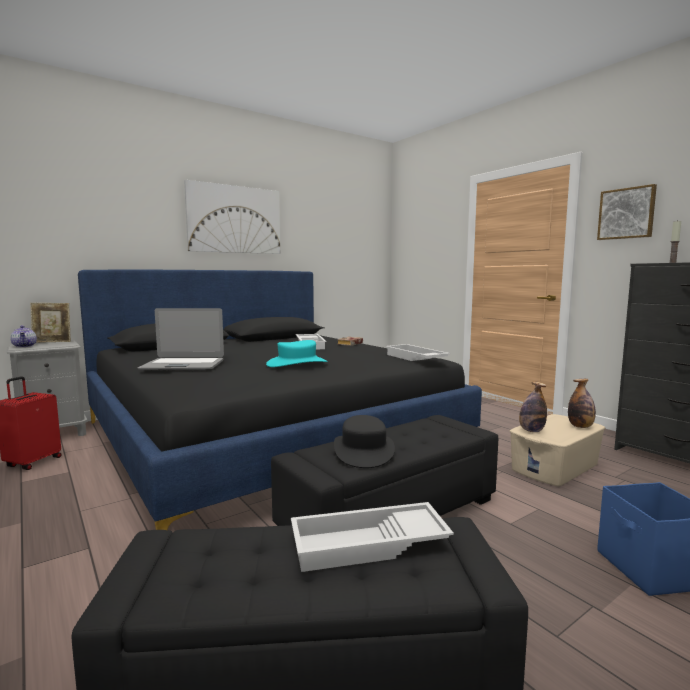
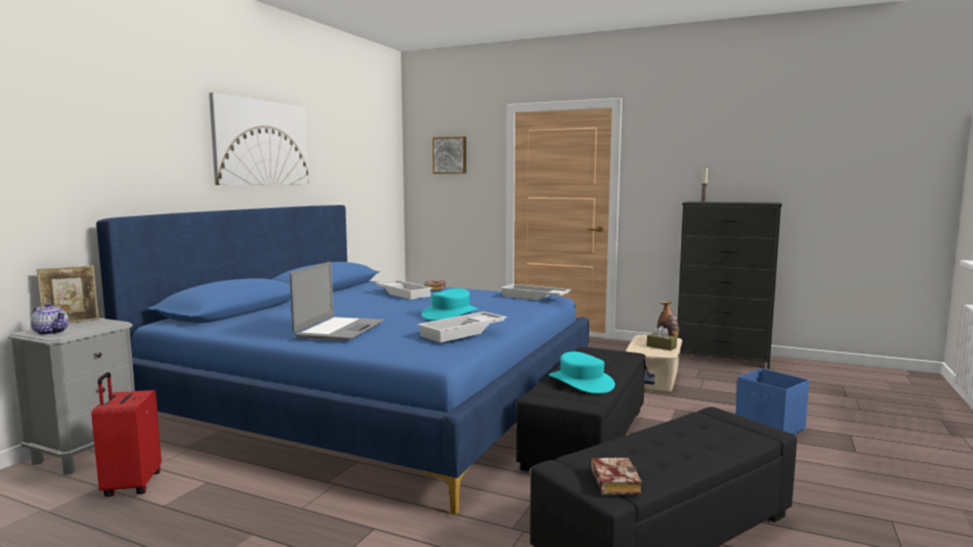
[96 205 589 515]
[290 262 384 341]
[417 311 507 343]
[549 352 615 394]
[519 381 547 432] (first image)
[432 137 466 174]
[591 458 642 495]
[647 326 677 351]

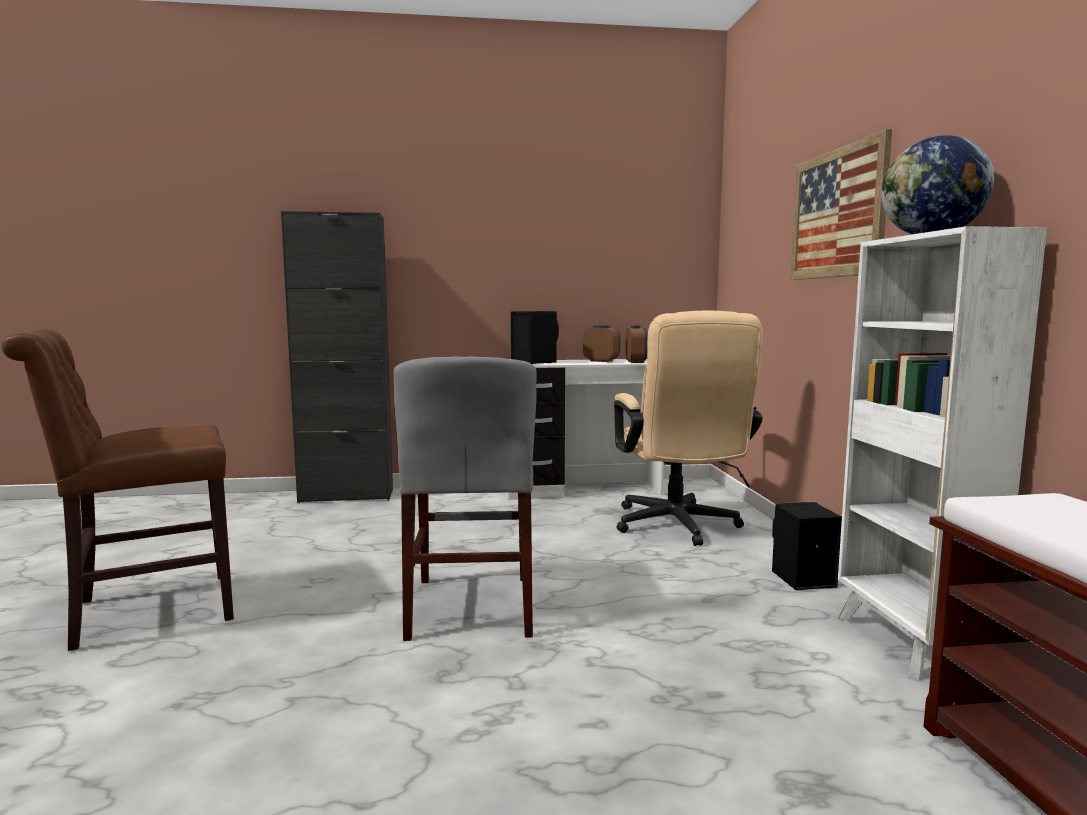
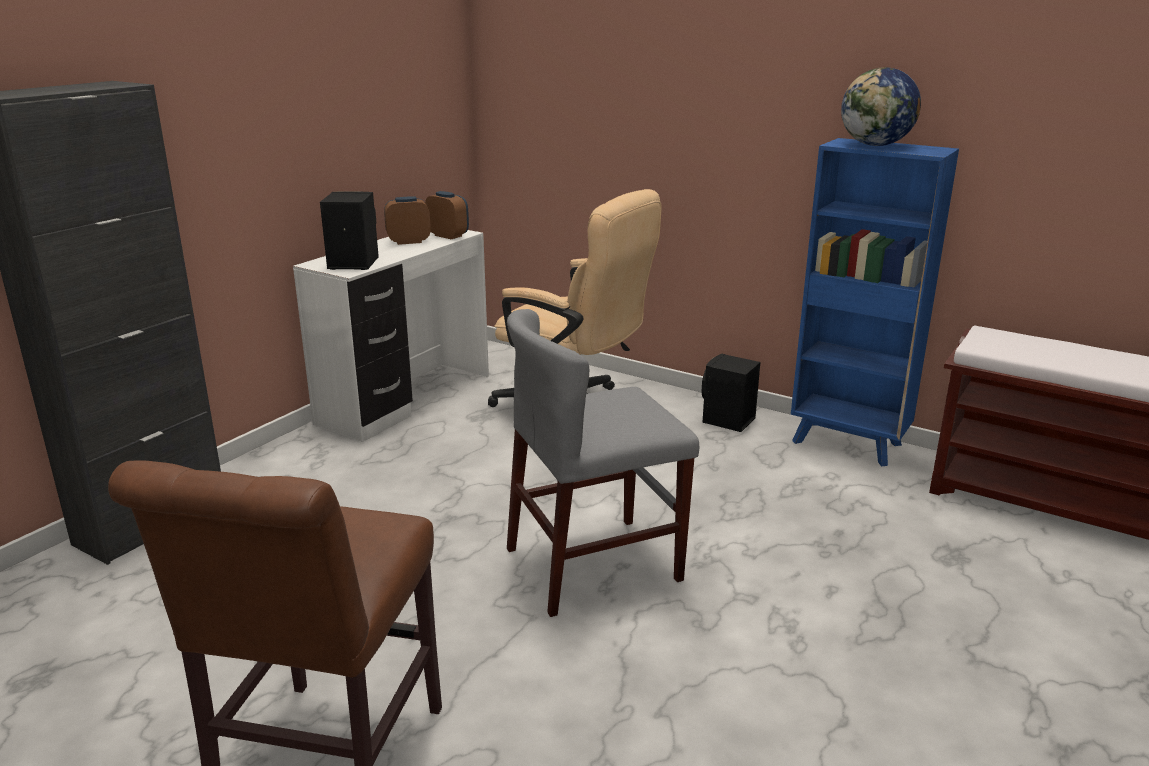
[507 309 699 617]
[790 129 892 280] (first image)
[791 138 959 466]

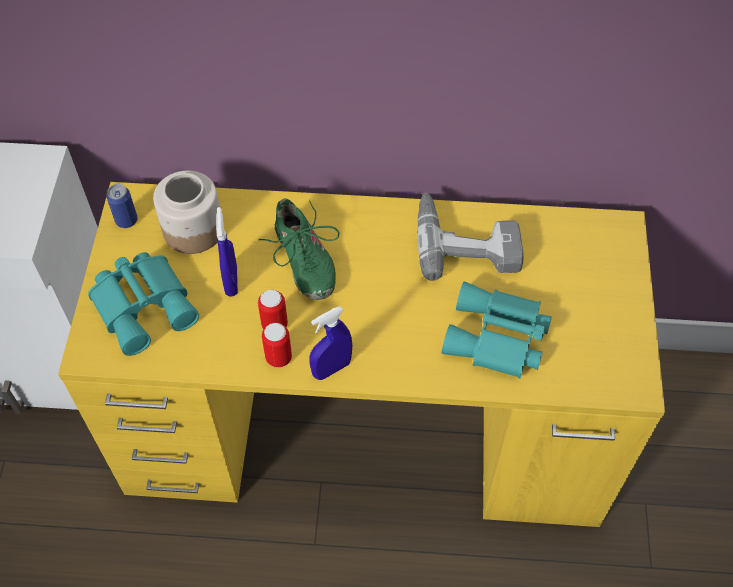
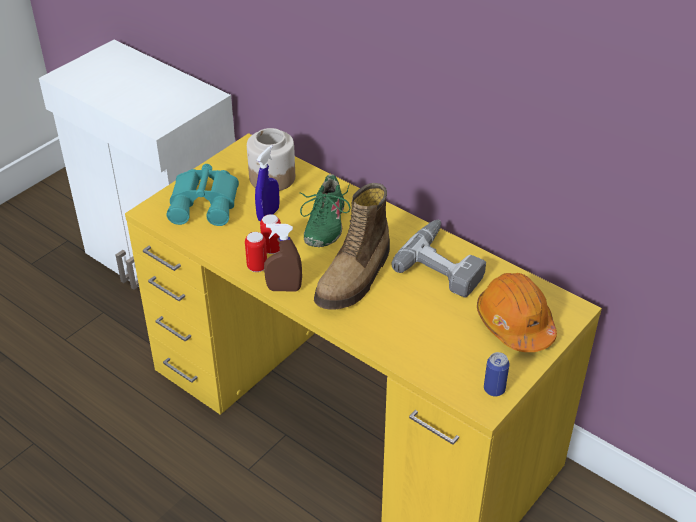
[484 352 509 396]
[264 223 302 292]
[442 282 552 379] (first image)
[314 183 390 310]
[477 273 557 352]

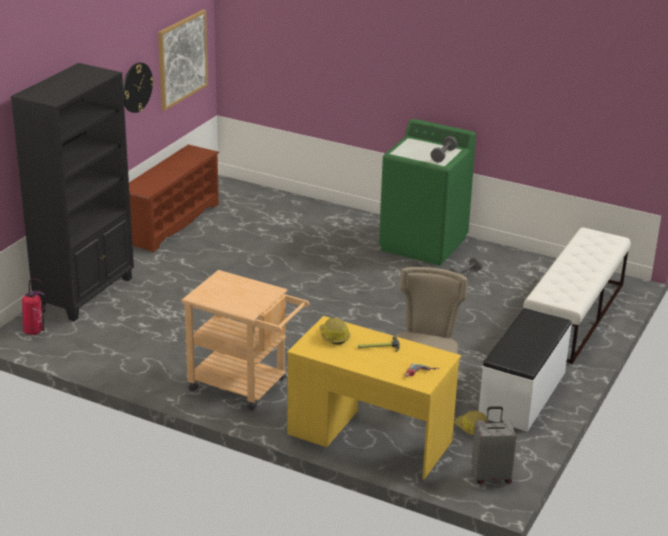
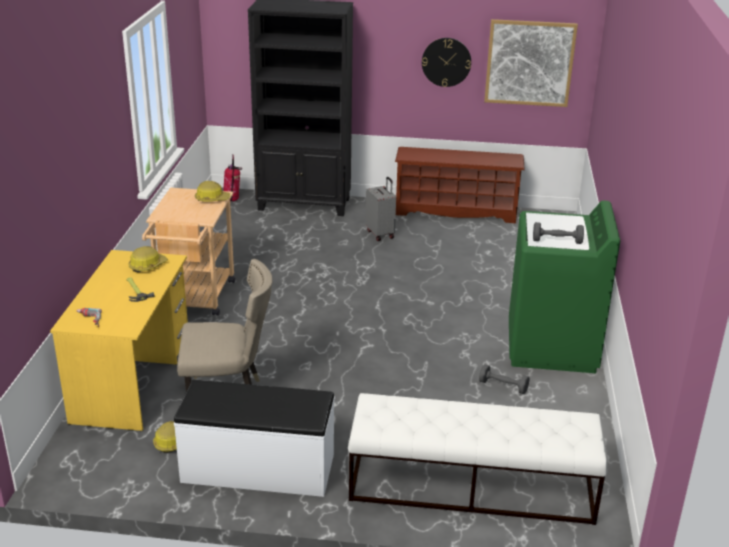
[365 177 396 241]
[195 181 230 202]

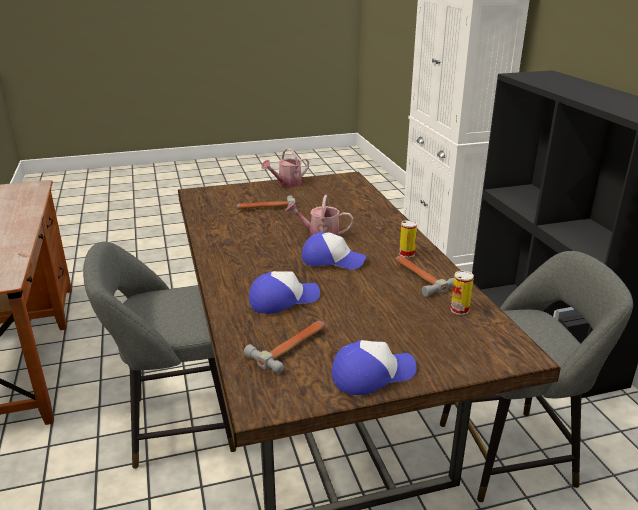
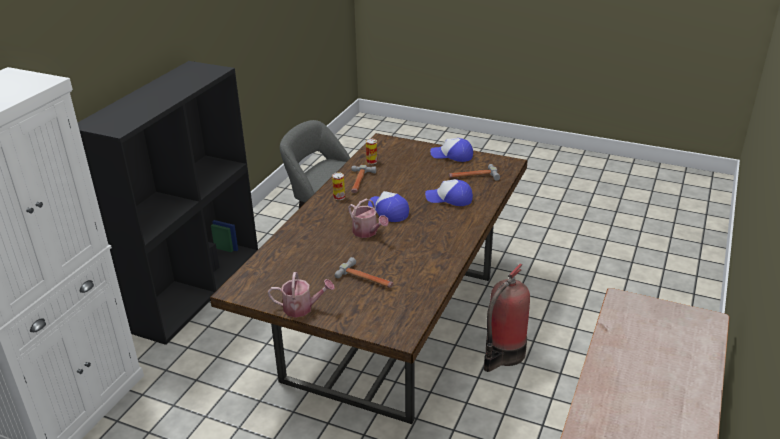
[484 264 530 372]

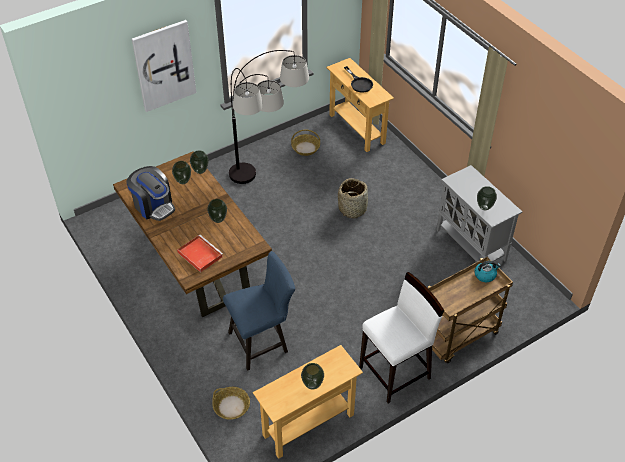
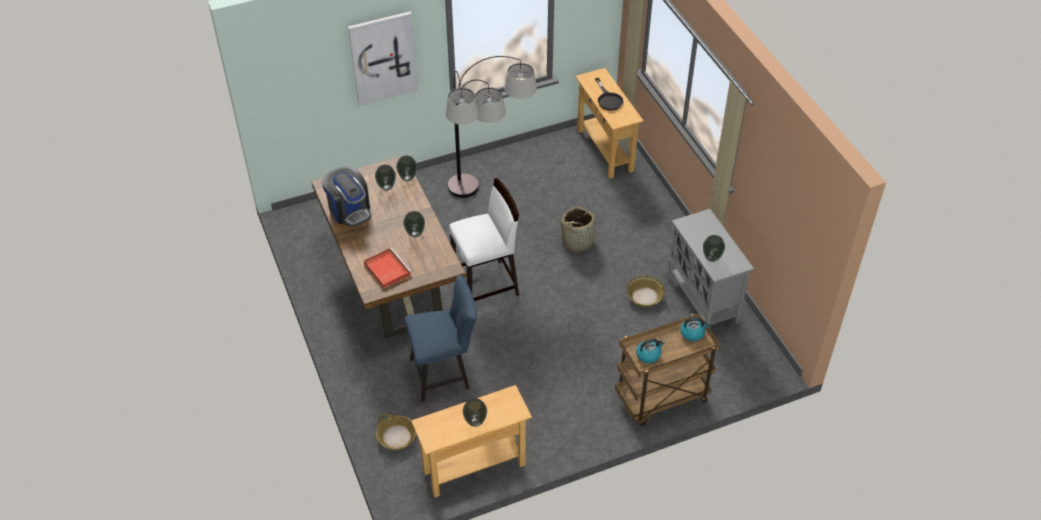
[627 275 665 307]
[449 178 519 301]
[636 339 665 363]

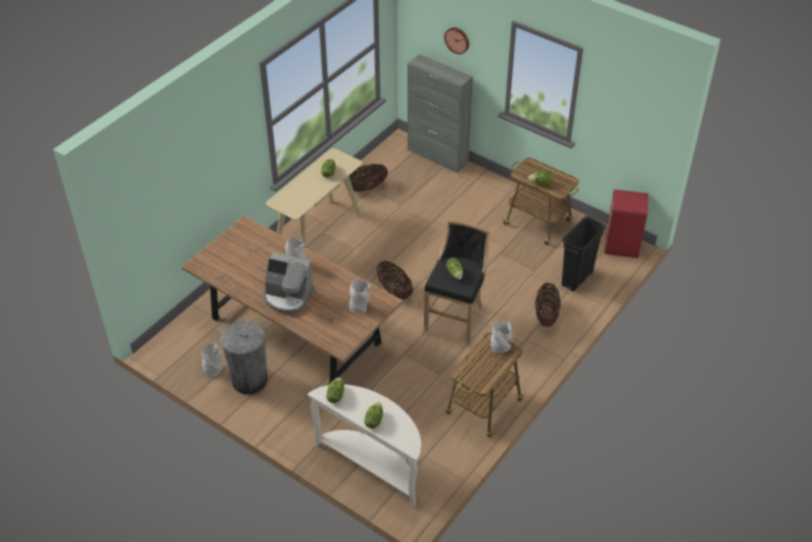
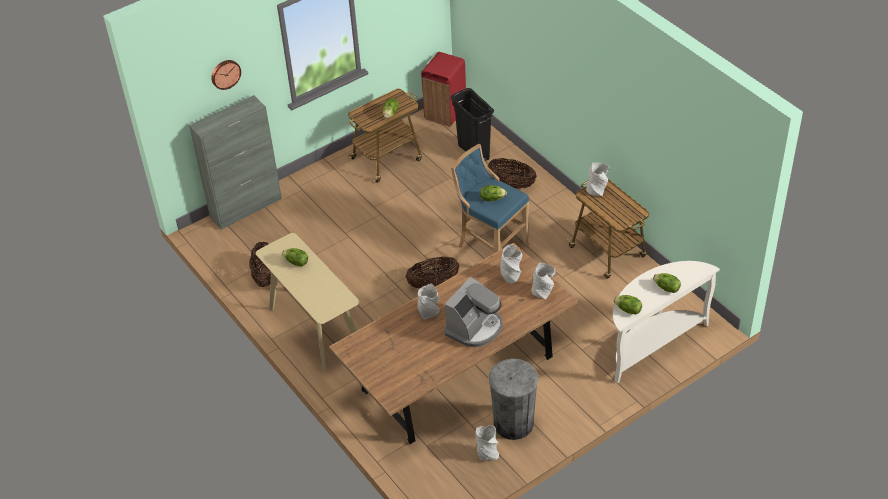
[451 144 529 253]
[531 263 555 299]

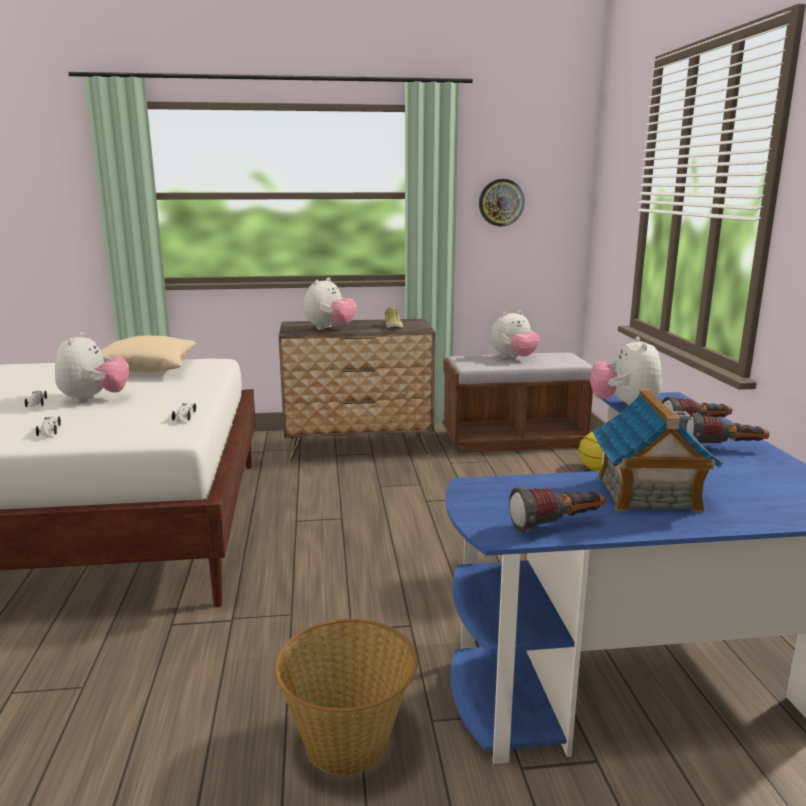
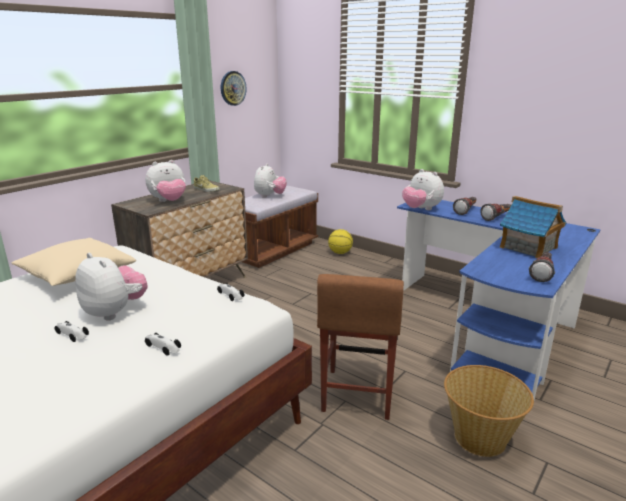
[145 160 186 202]
[317 274 404 420]

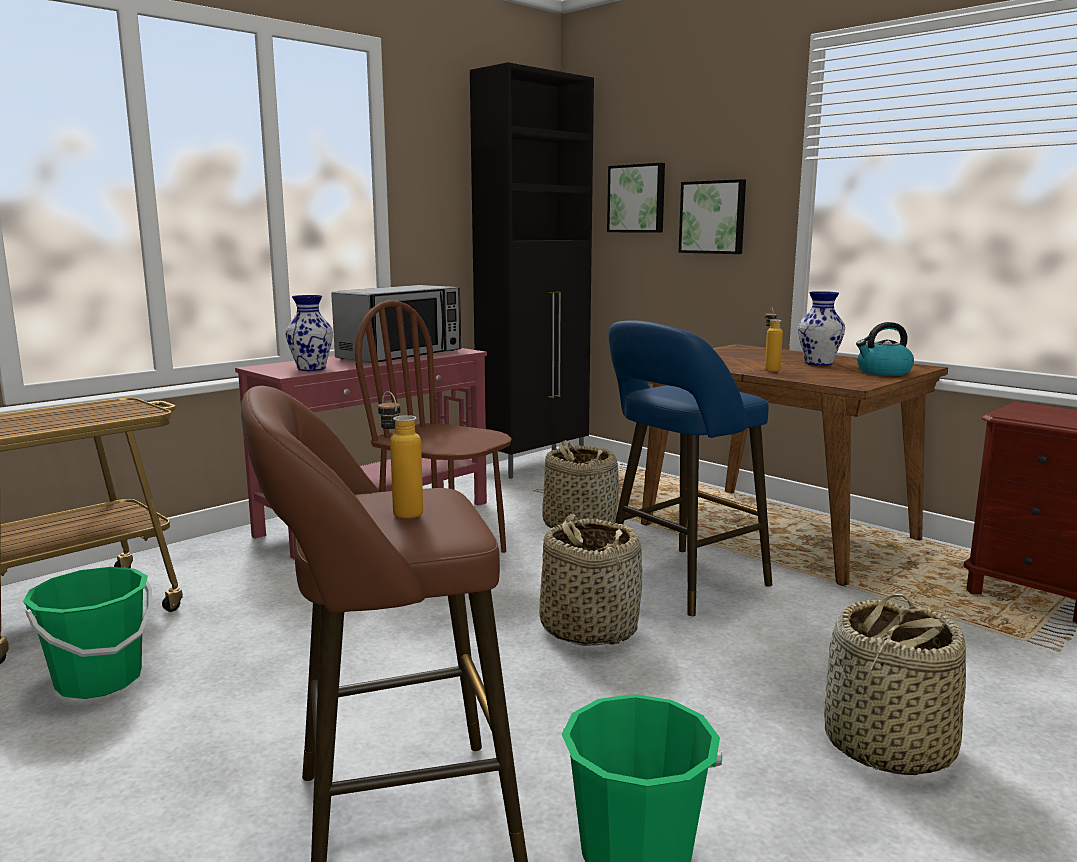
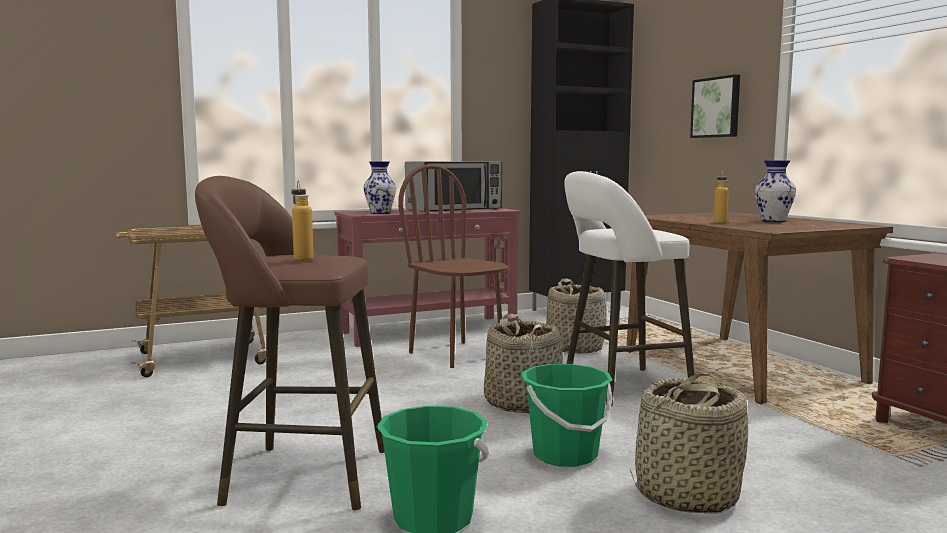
[522 364 613 467]
[607 163 665 233] (first image)
[564 171 694 407]
[856 322 914 376] (first image)

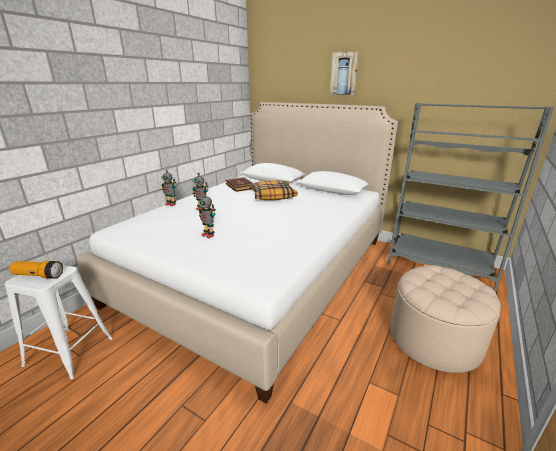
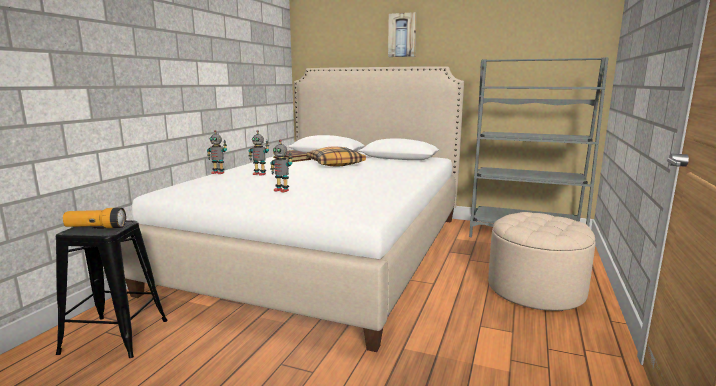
[56 220 168 358]

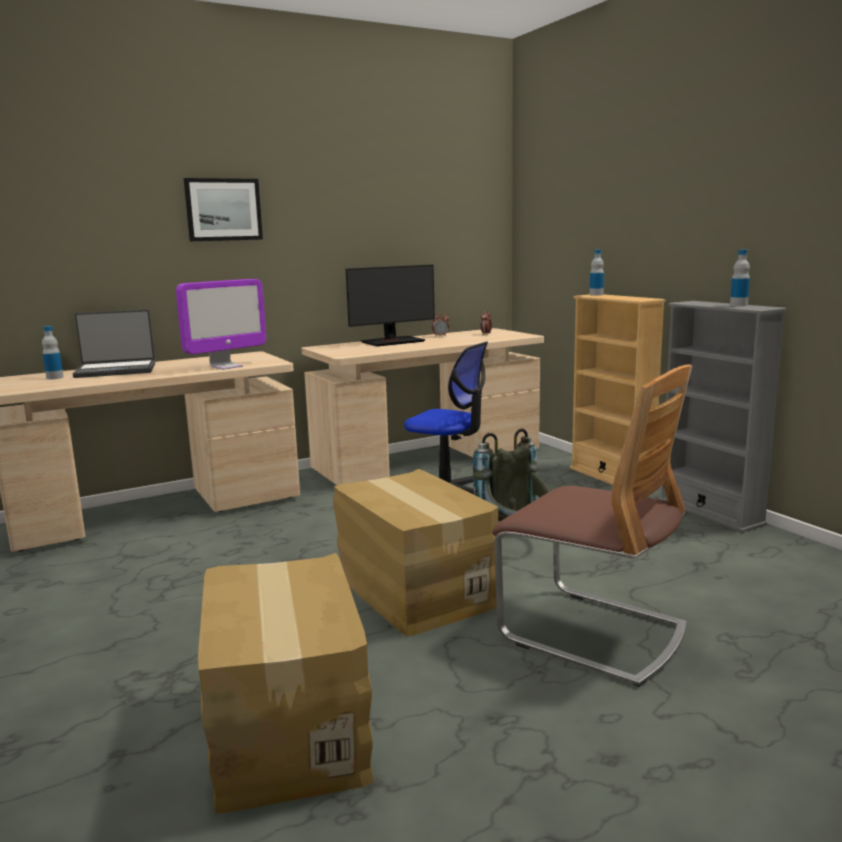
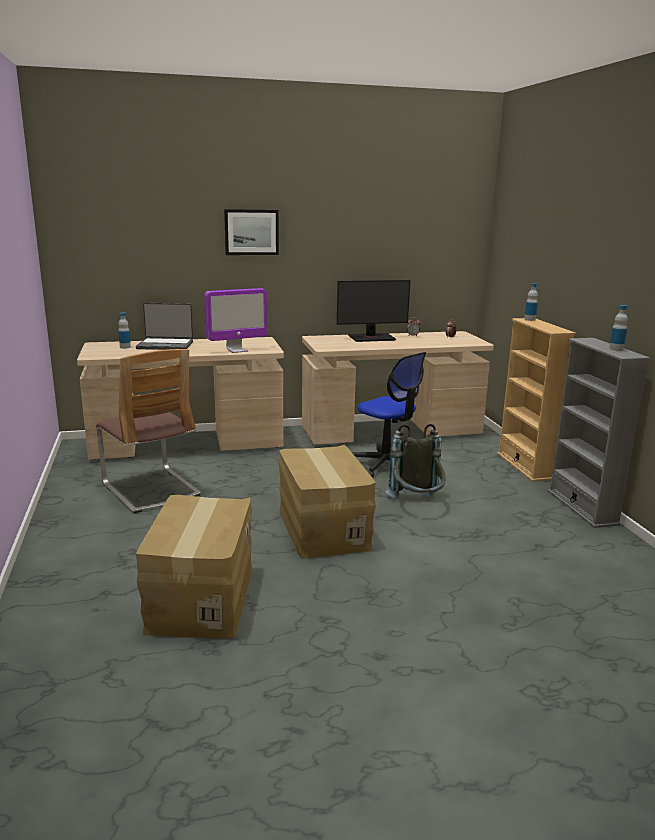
[96 349 201 513]

